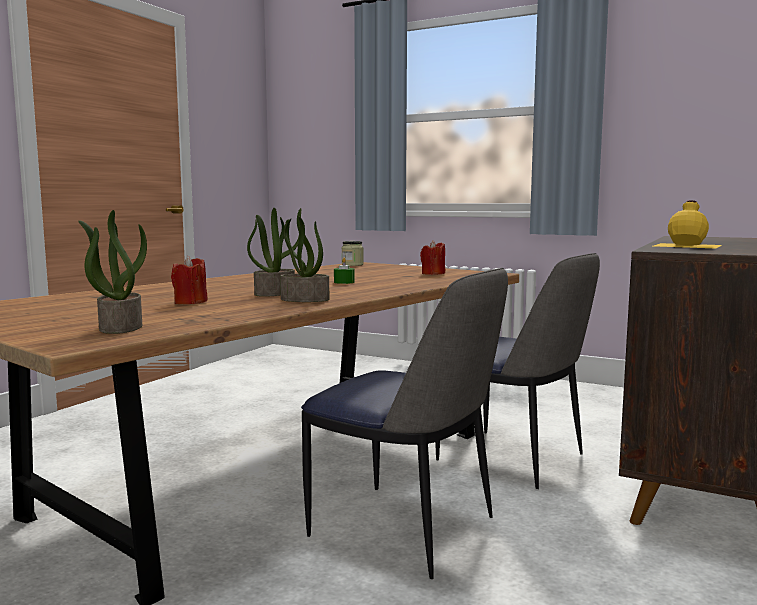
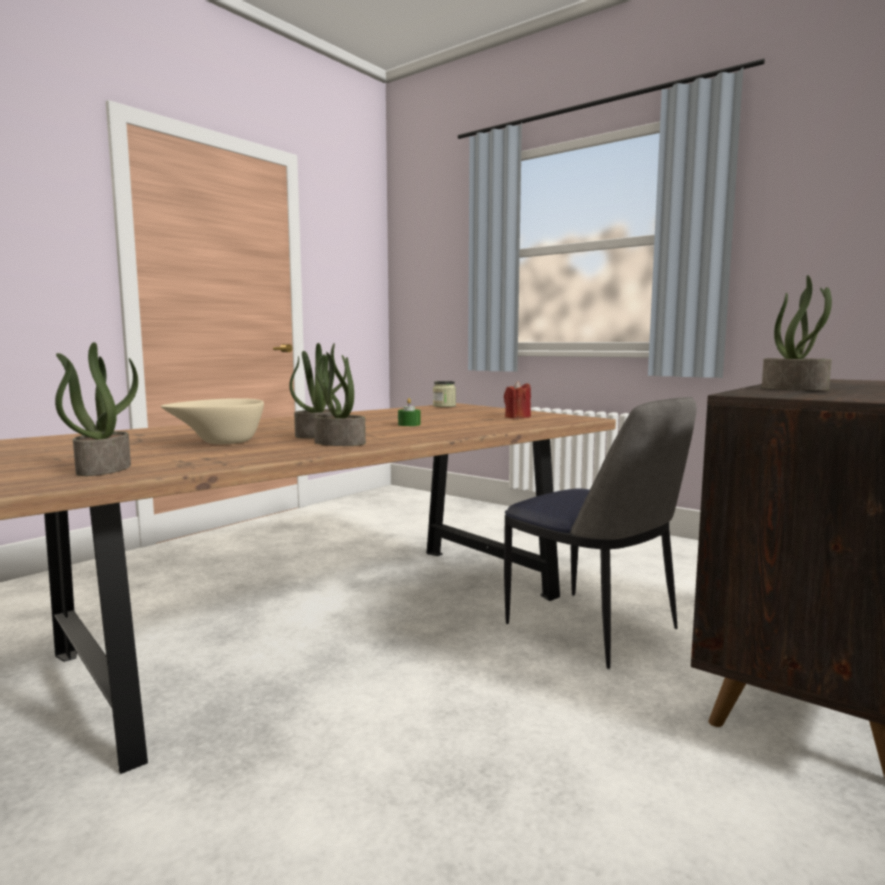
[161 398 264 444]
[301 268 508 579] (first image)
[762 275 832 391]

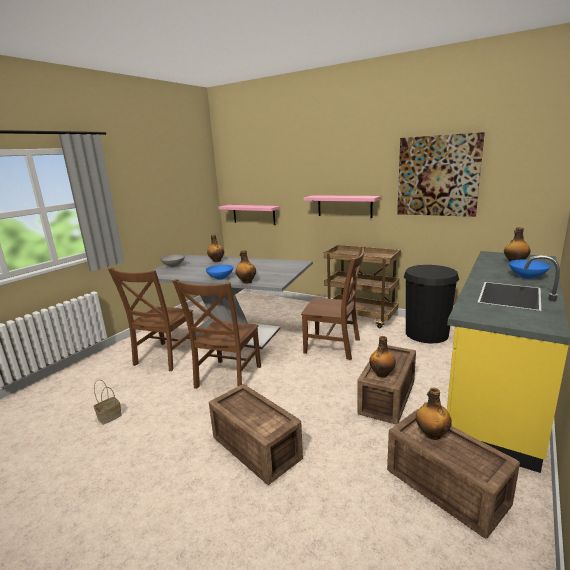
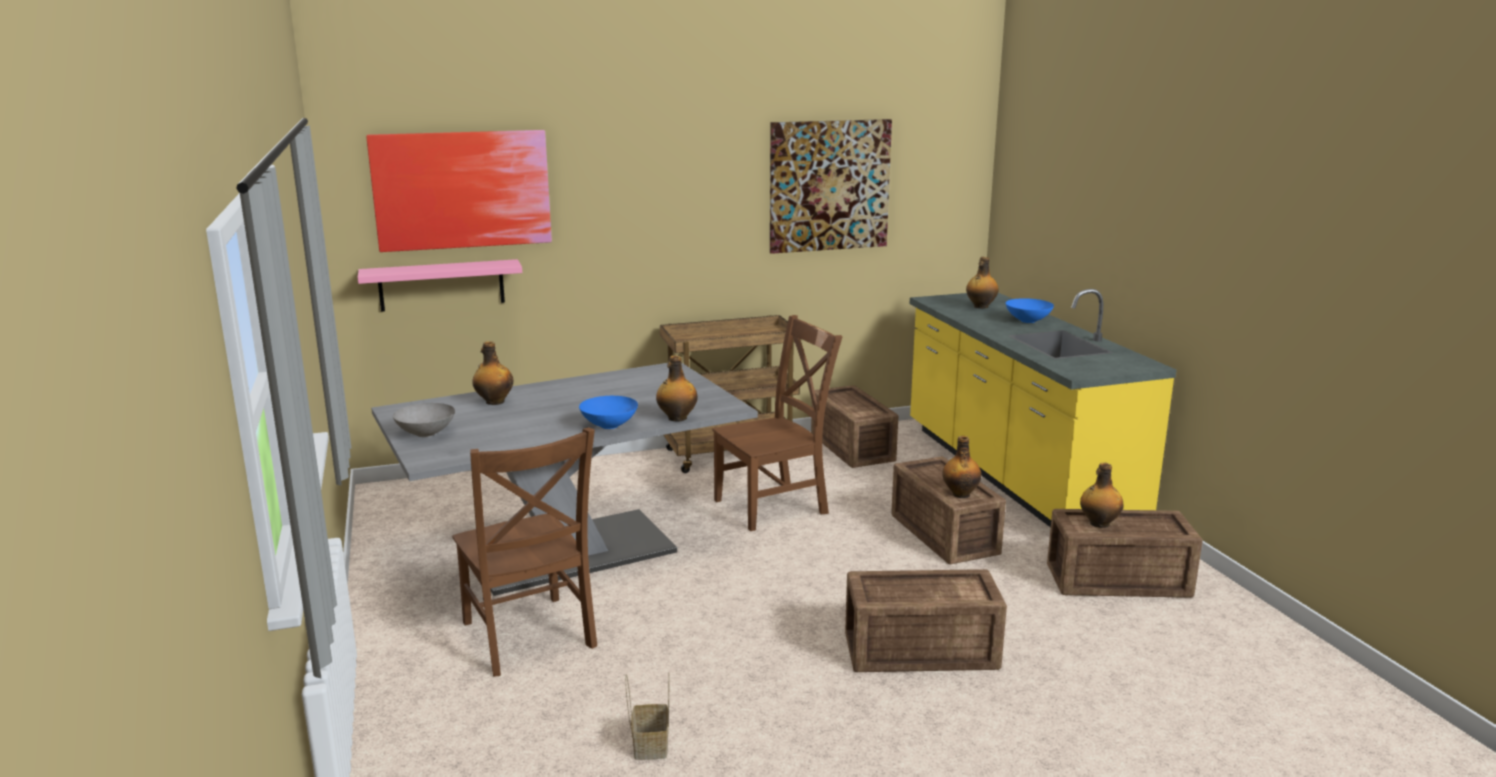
[172 279 261 389] (first image)
[304 195 381 218] (first image)
[811 385 898 468]
[366 130 552 252]

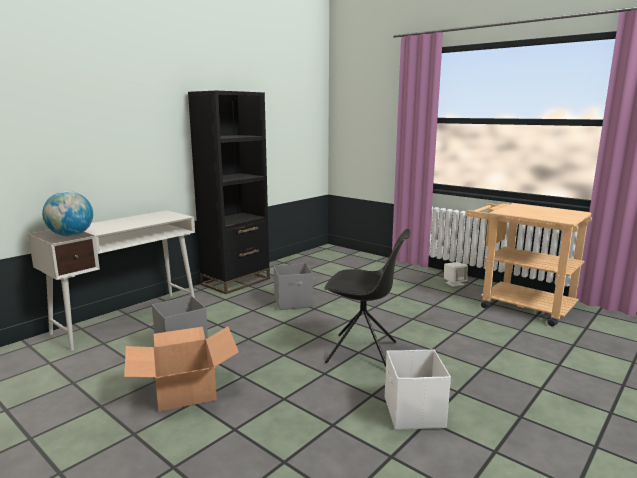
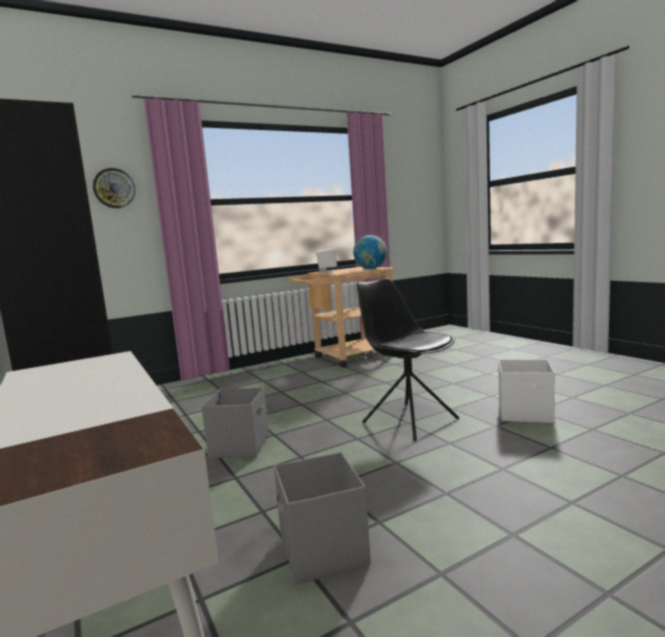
[353 235 387 269]
[124 326 239 412] (first image)
[357 278 459 441]
[316 248 337 273]
[93 168 136 208]

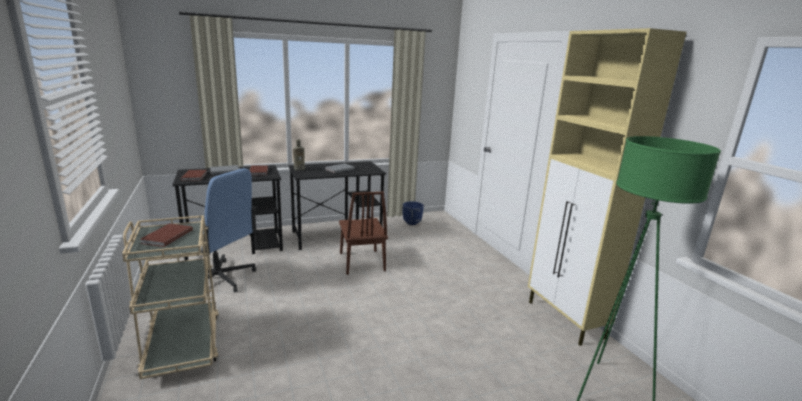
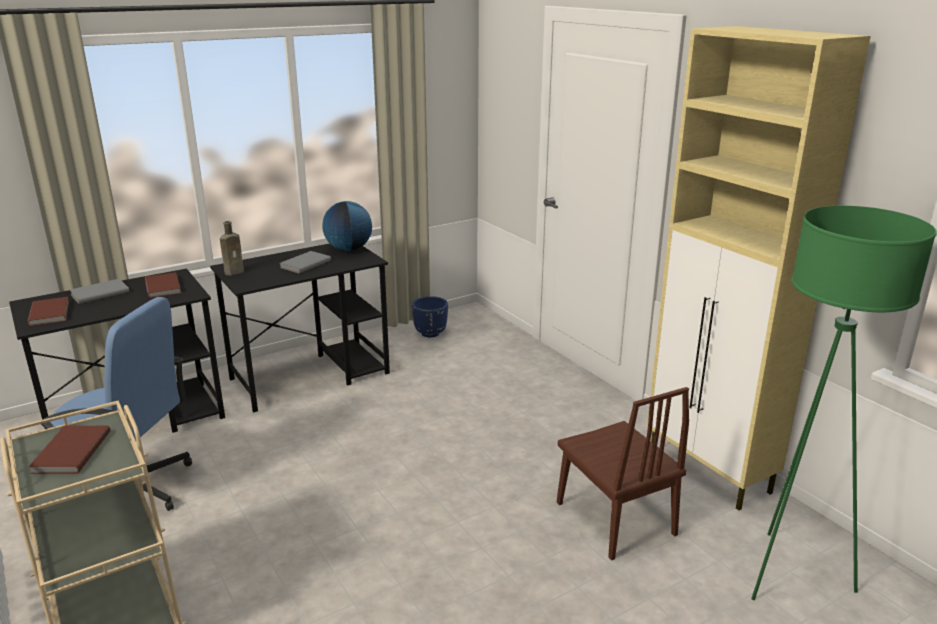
[557 387 689 560]
[322 201 372 251]

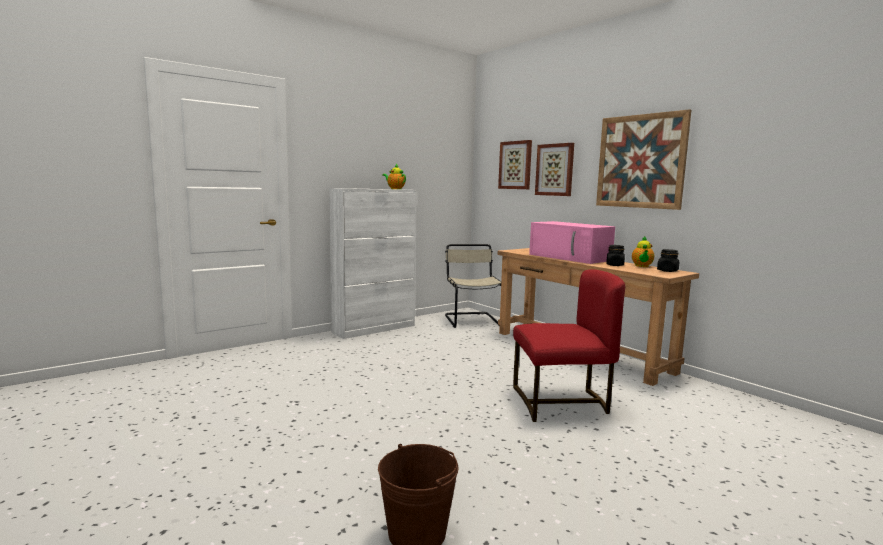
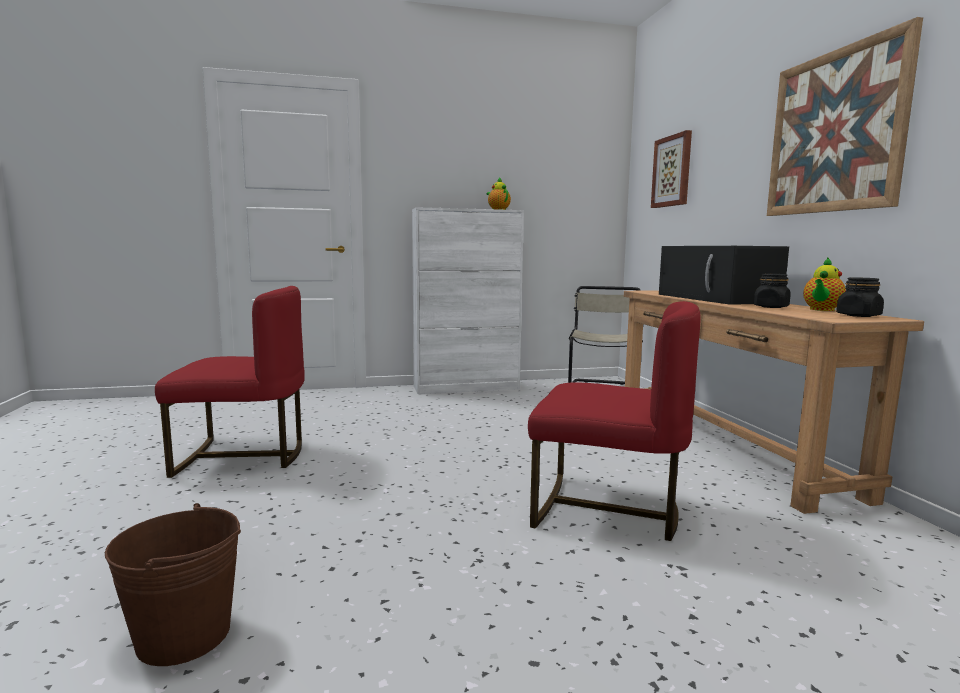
[659 246 789 305]
[535 143 574 196] (first image)
[155 286 305 478]

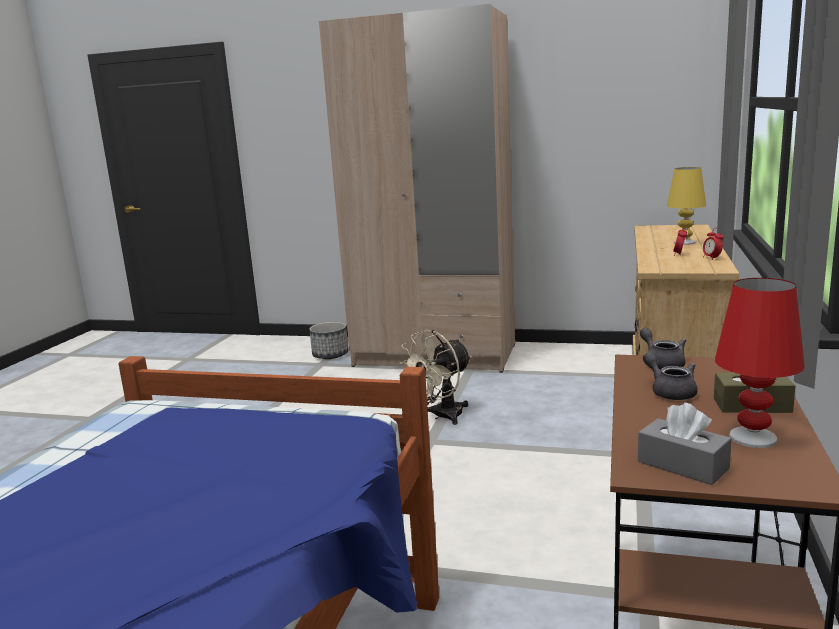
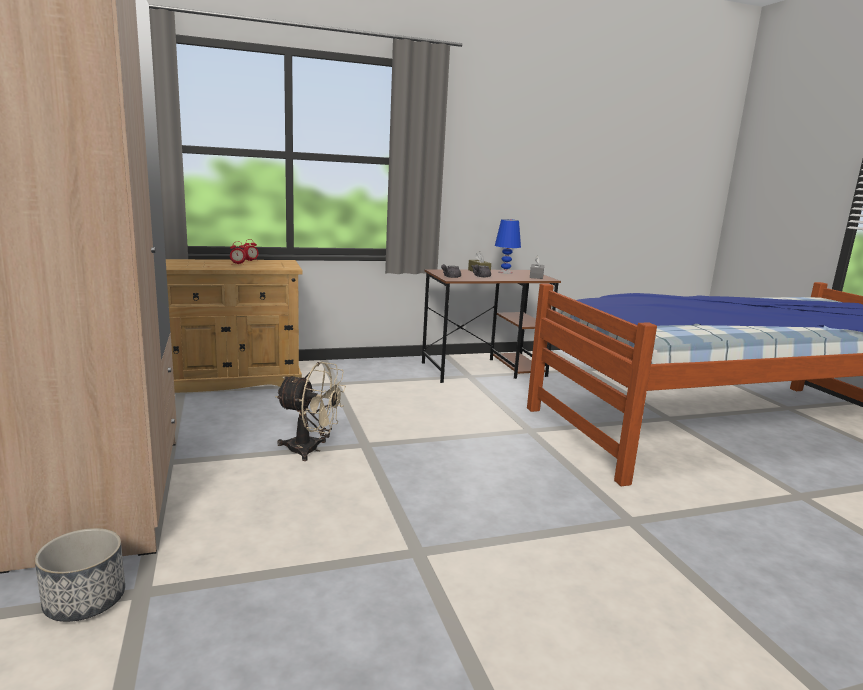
[667 167 706 245] (first image)
[495 219 521 274]

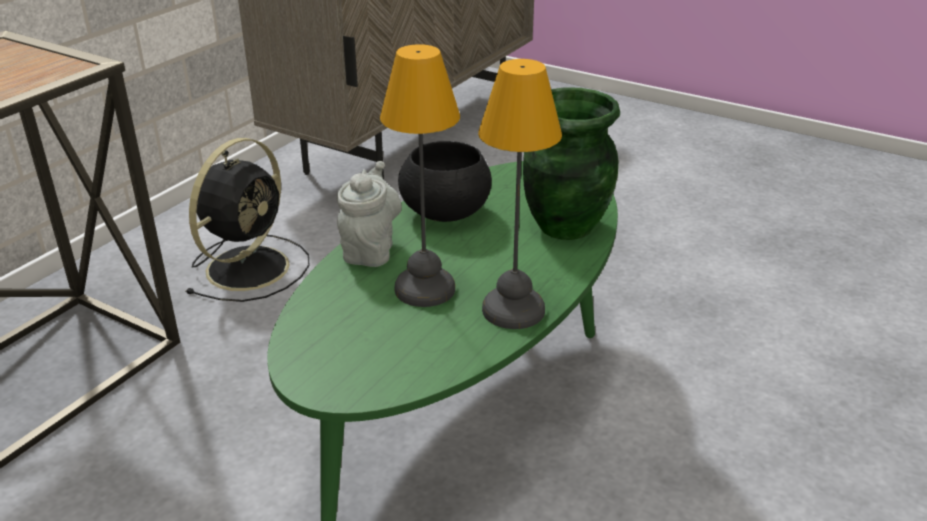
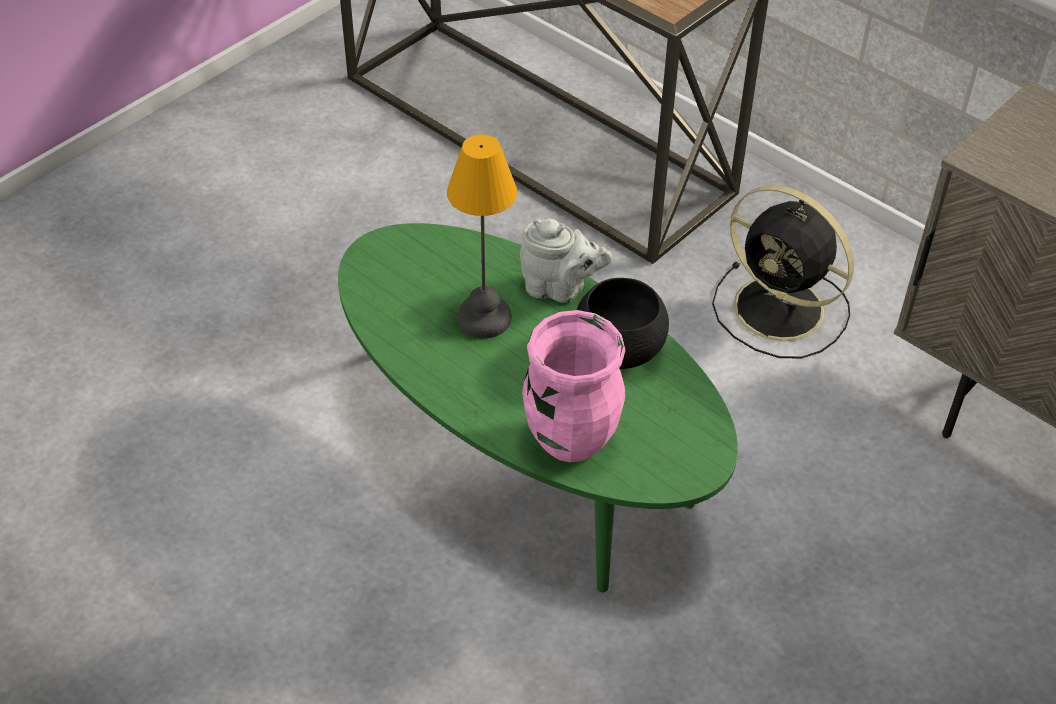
[478 59 562 329] (first image)
[522 310 625 463]

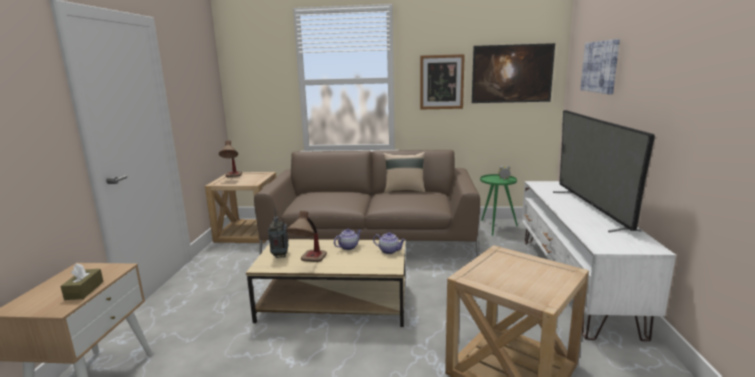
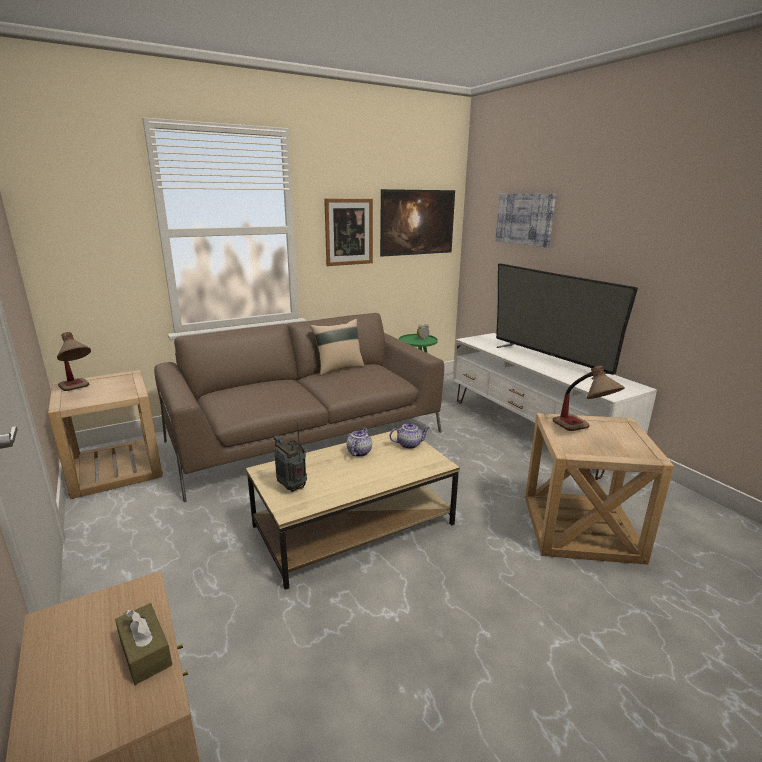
[553 366 625 431]

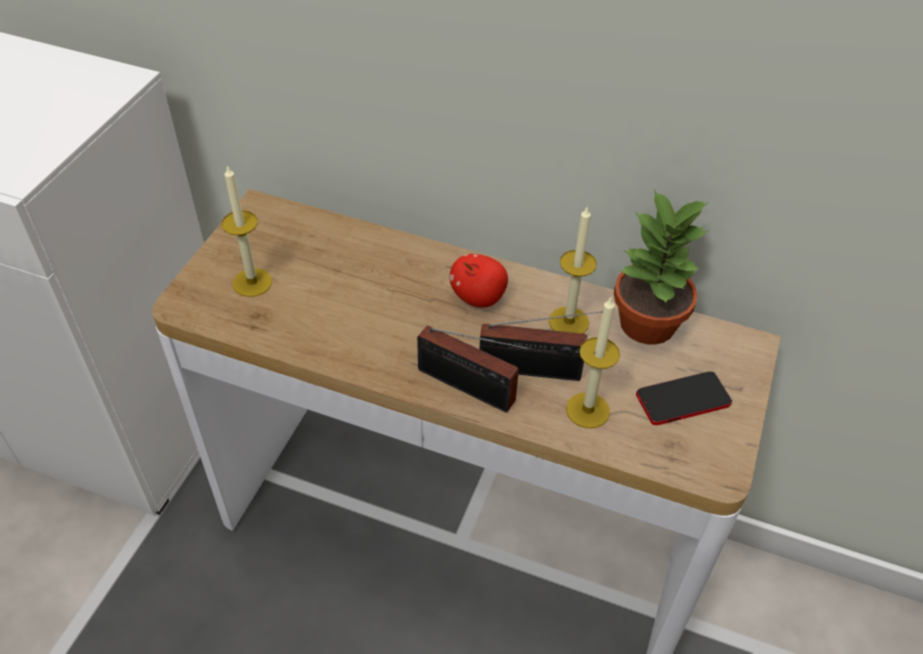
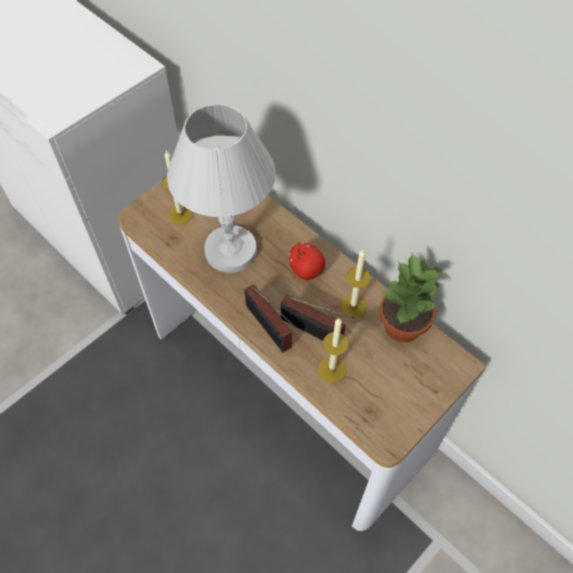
[636 372 732 425] (first image)
[167 104 276 273]

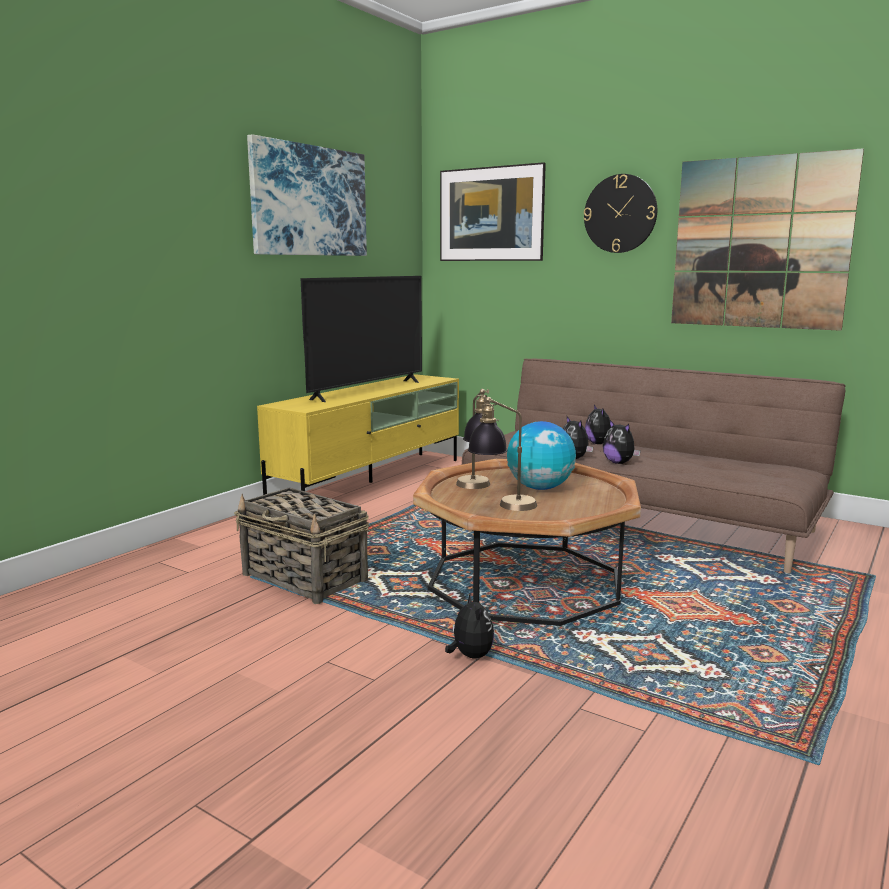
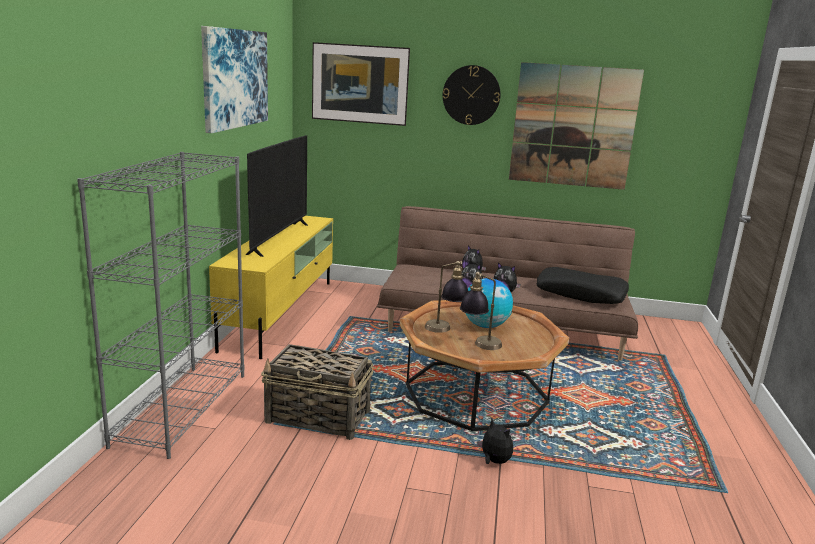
[77 152 245 459]
[537 267 629 304]

